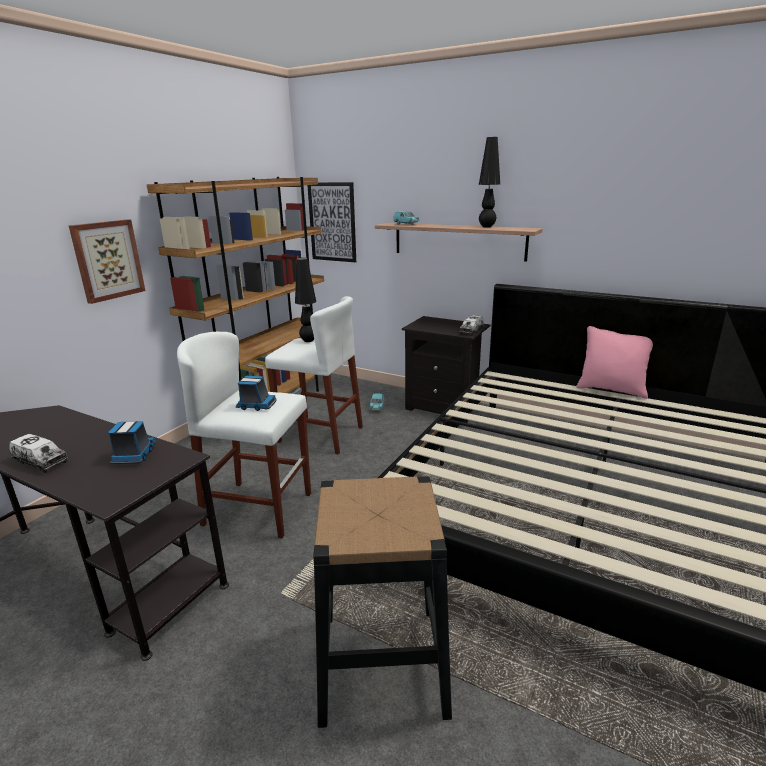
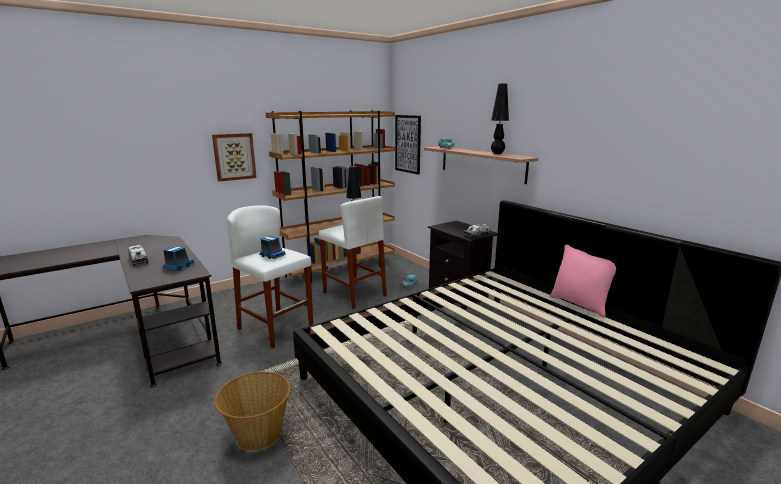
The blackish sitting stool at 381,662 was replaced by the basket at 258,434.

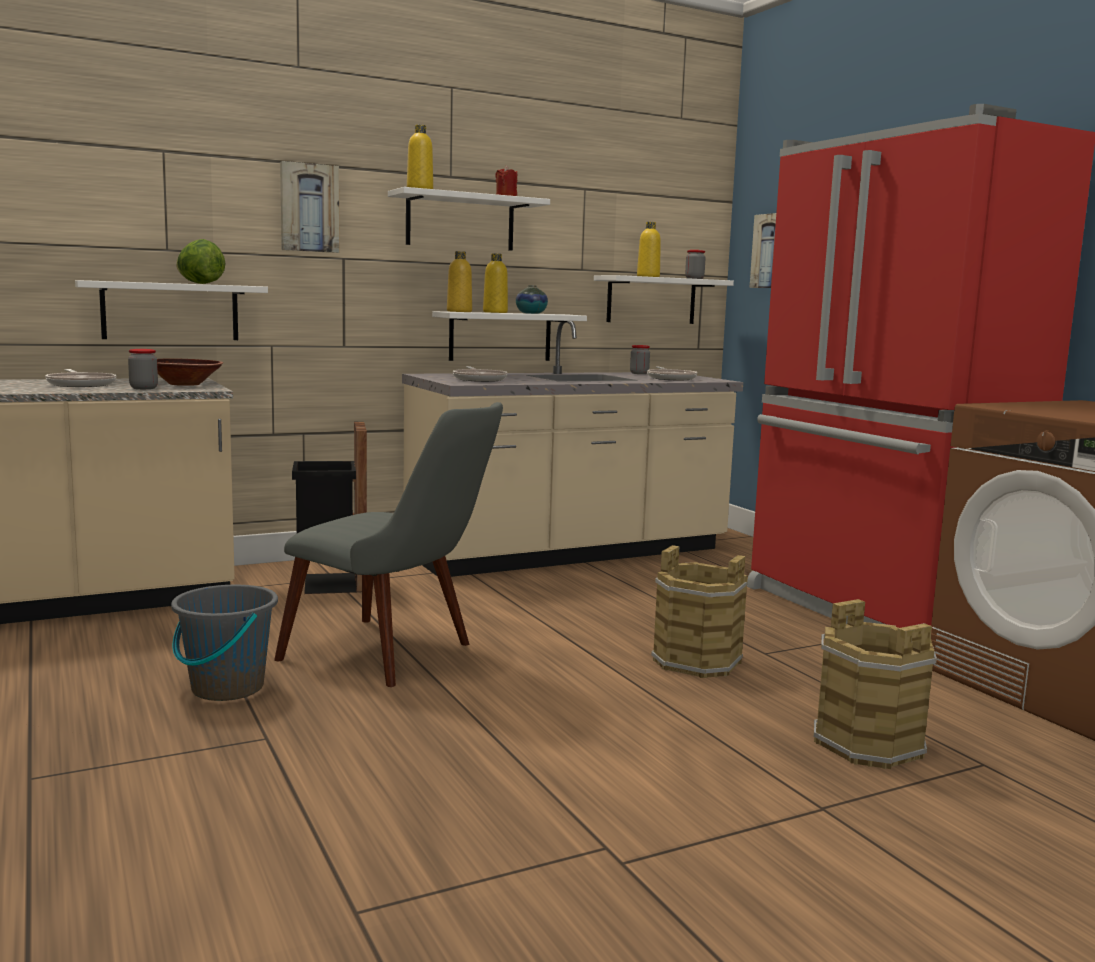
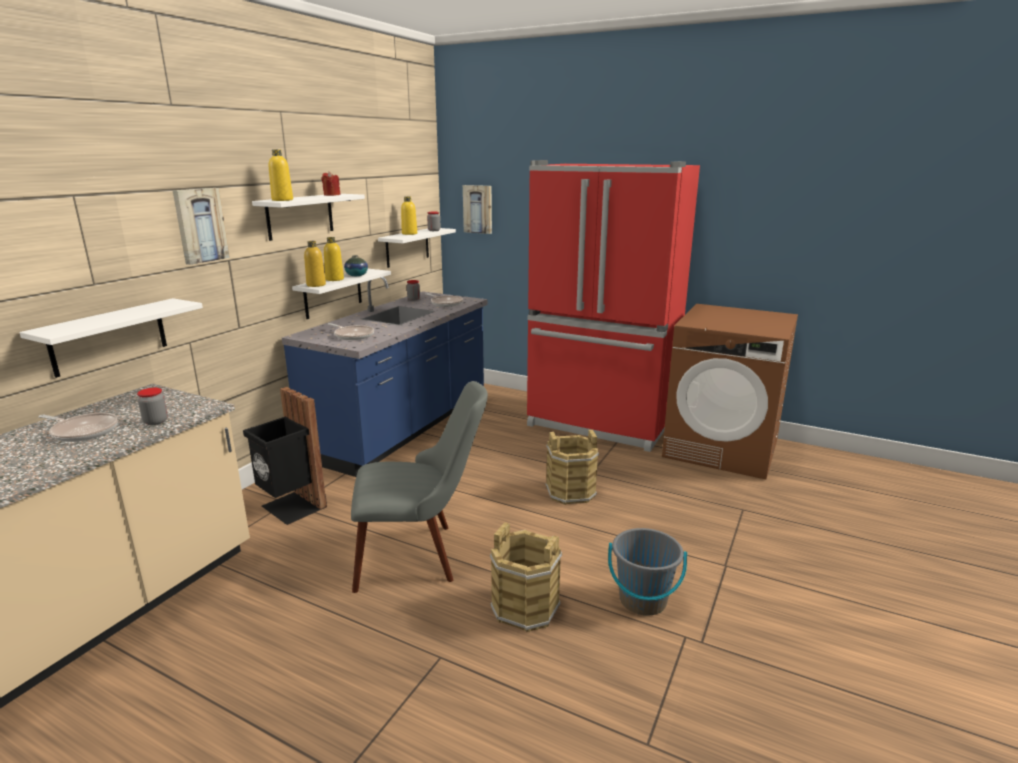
The brown bowl at 184,384 disappeared.
The grey pail moved from 227,688 to 642,600.
The head of lettuce at 200,283 disappeared.
The beige-coloured counter at 569,553 became the bluish counter at 403,427.
The brown pail moved from 868,743 to 525,607.

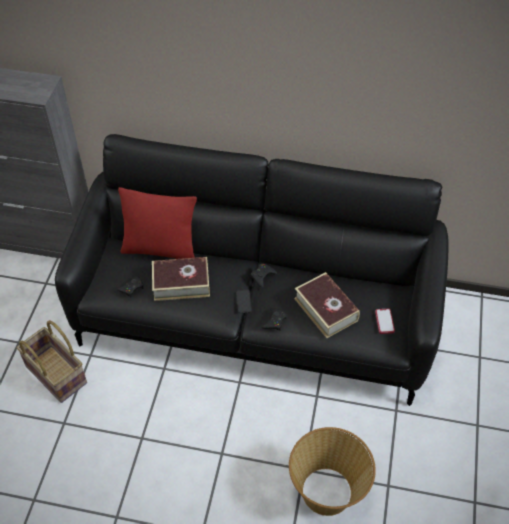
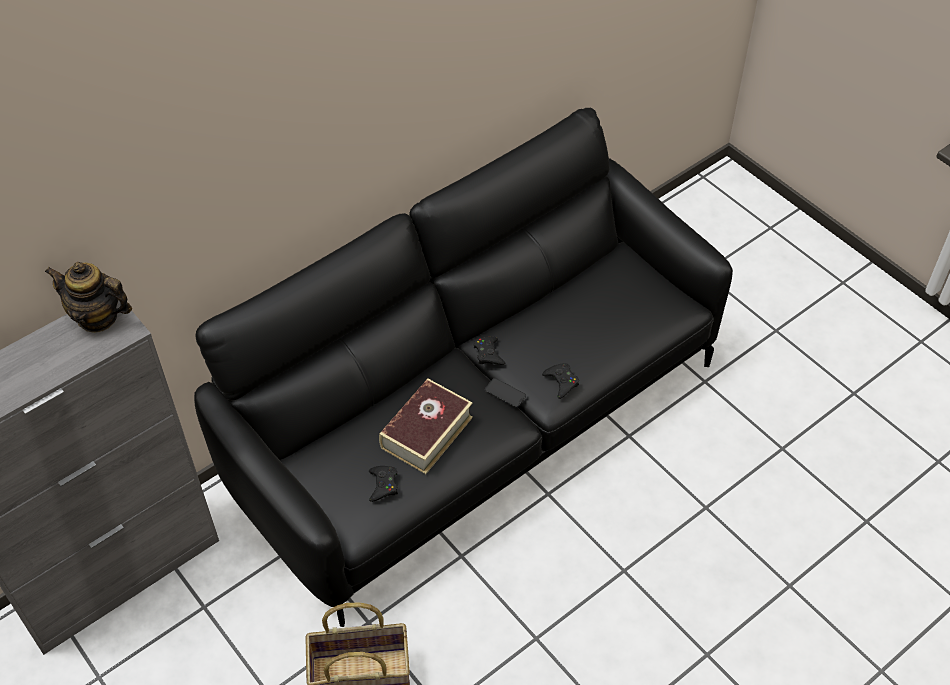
The reddish pillow at 160,250 disappeared.
The basket at 327,491 disappeared.
The book at 326,309 disappeared.
The phone at 384,321 disappeared.
The pot for tea at 98,317 appeared.

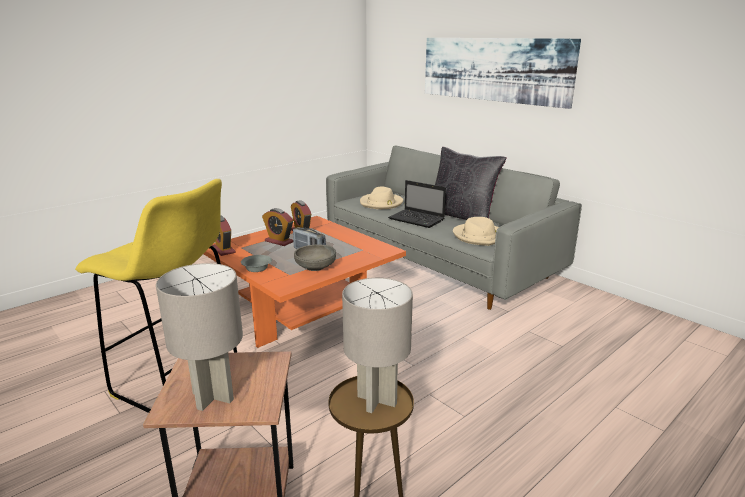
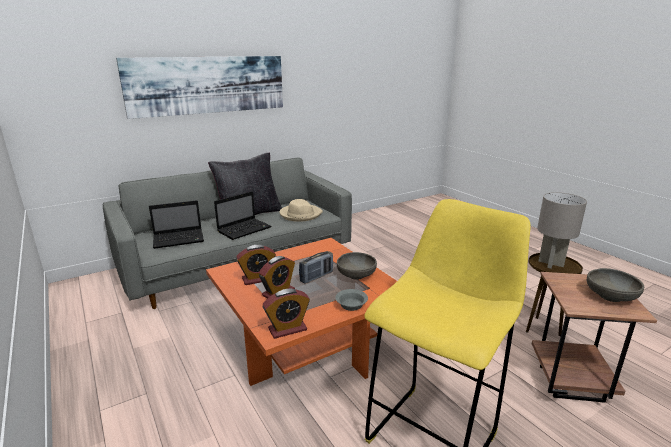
The grey tabletop lamp at 212,397 was replaced by the grey bowl at 610,296.
The beige-coloured clothing hat at 381,203 was replaced by the portable computer at 180,239.

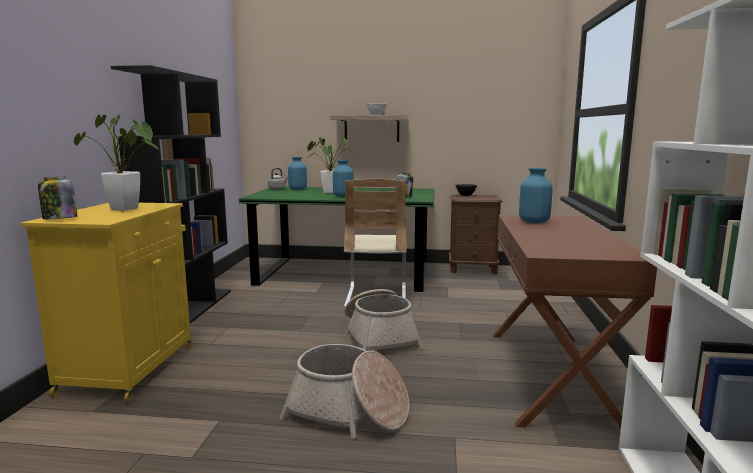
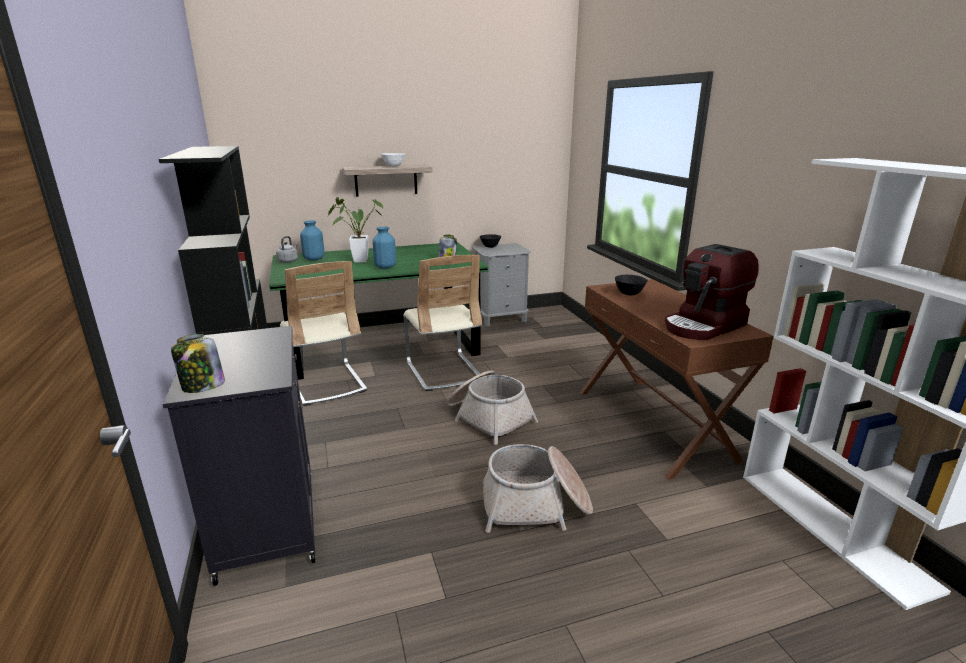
The yellow-coloured cupboard at 130,368 became the blackish cupboard at 268,522.
The potted plant at 128,209 disappeared.
The brown nightstand at 473,269 became the grey nightstand at 501,318.
The bluish decorative vase at 534,222 was replaced by the blackish bowl at 629,294.
The beige-coloured plain chair at 326,383 appeared.
The coffee machine at 704,326 appeared.

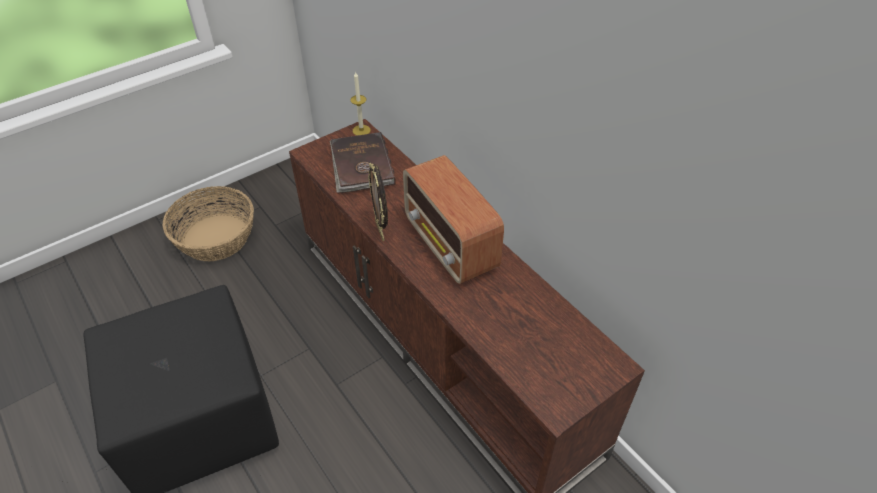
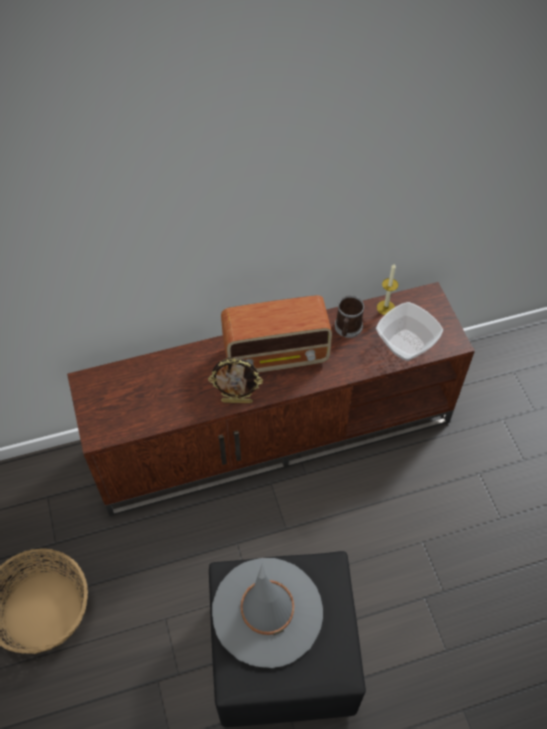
The brown book at 361,166 disappeared.
The wax light moved from 361,130 to 385,307.
The grey clothing hat at 267,611 appeared.
The coffee mug at 347,329 appeared.
The bowl at 405,346 appeared.

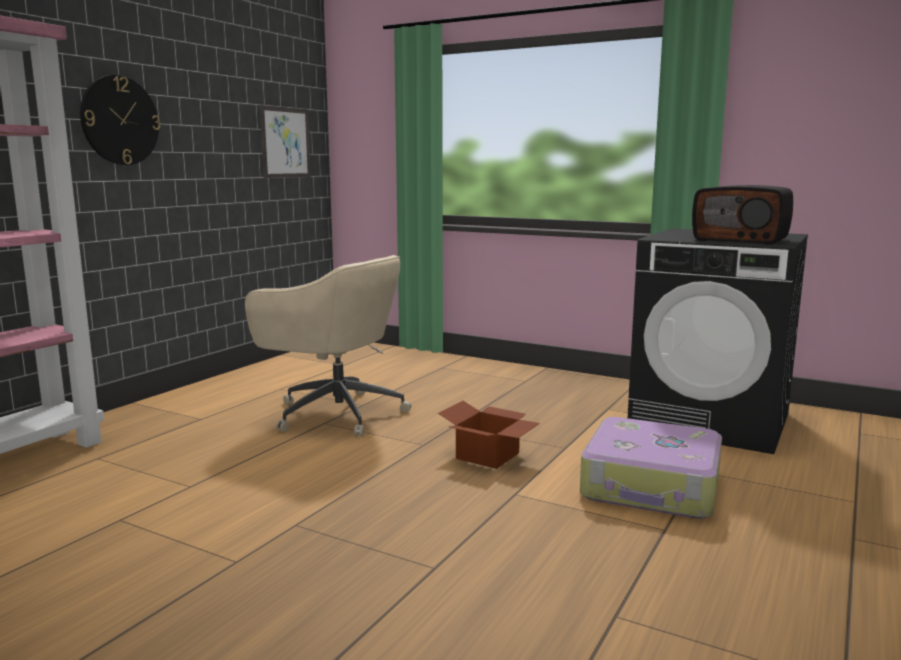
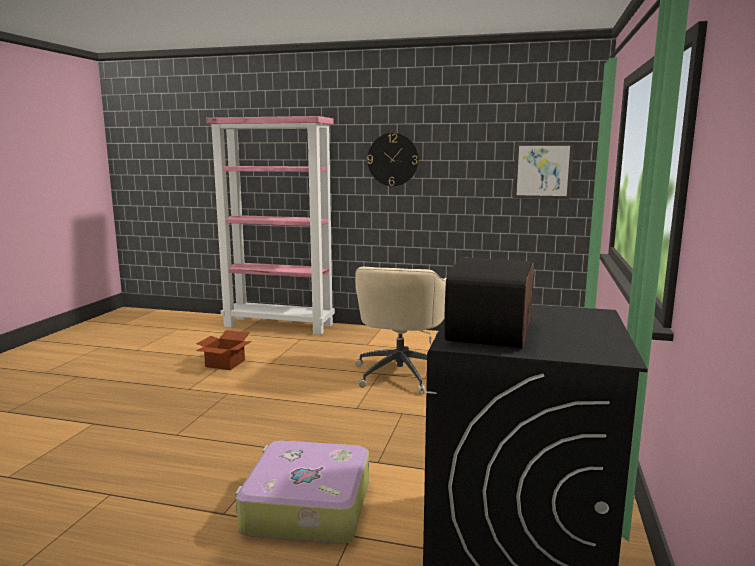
The carton moved from 488,456 to 224,364.

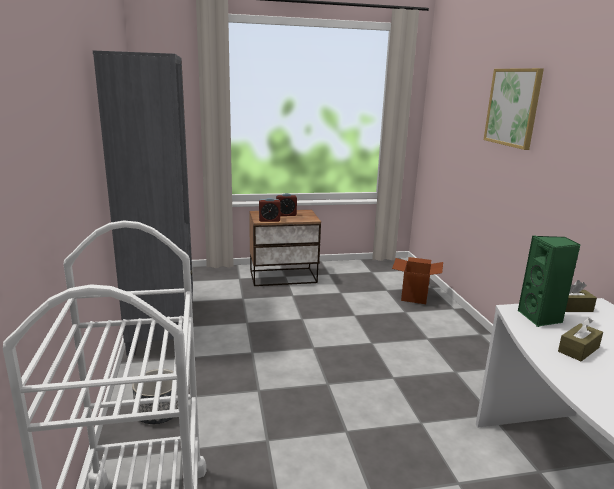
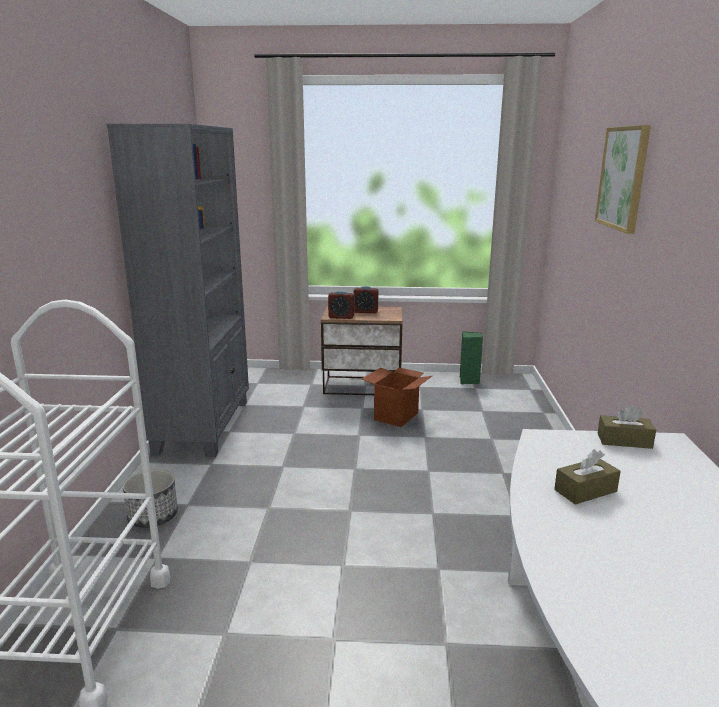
The carton moved from 414,296 to 396,416.
The green-coloured loudspeaker moved from 541,318 to 469,381.

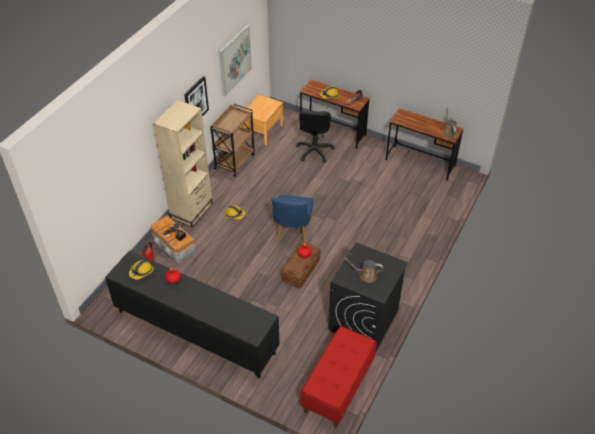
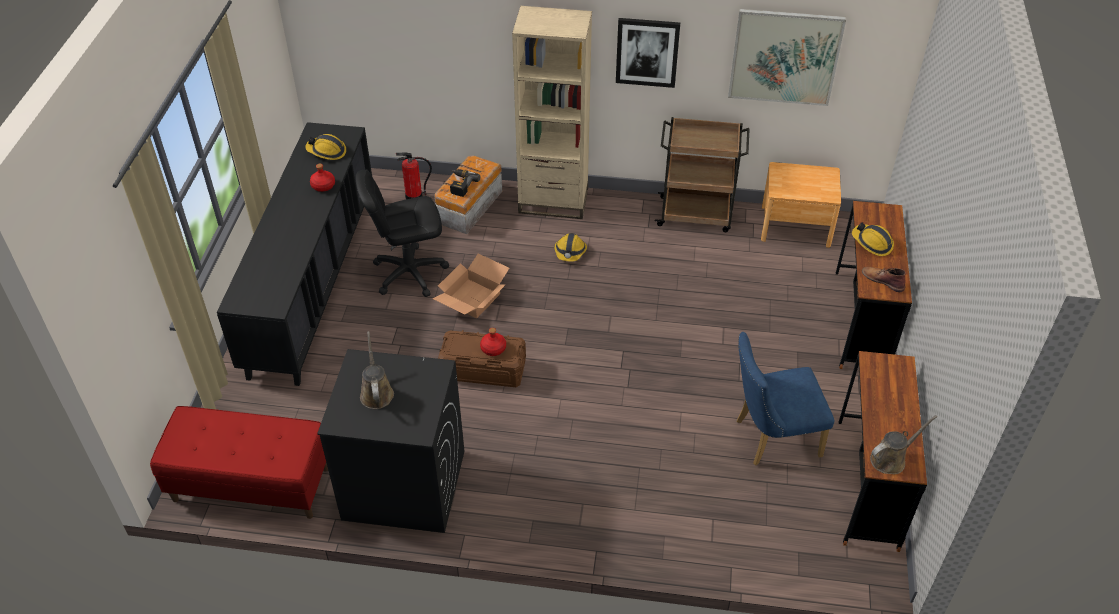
The bluish plain chair moved from 292,233 to 771,437.
The blackish desk chair moved from 314,151 to 409,273.
The carton at 472,299 appeared.

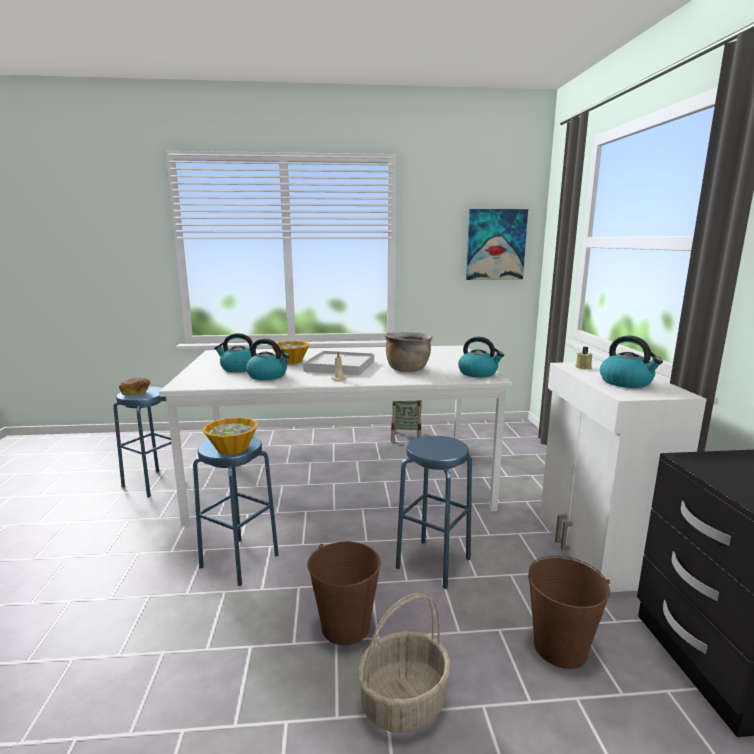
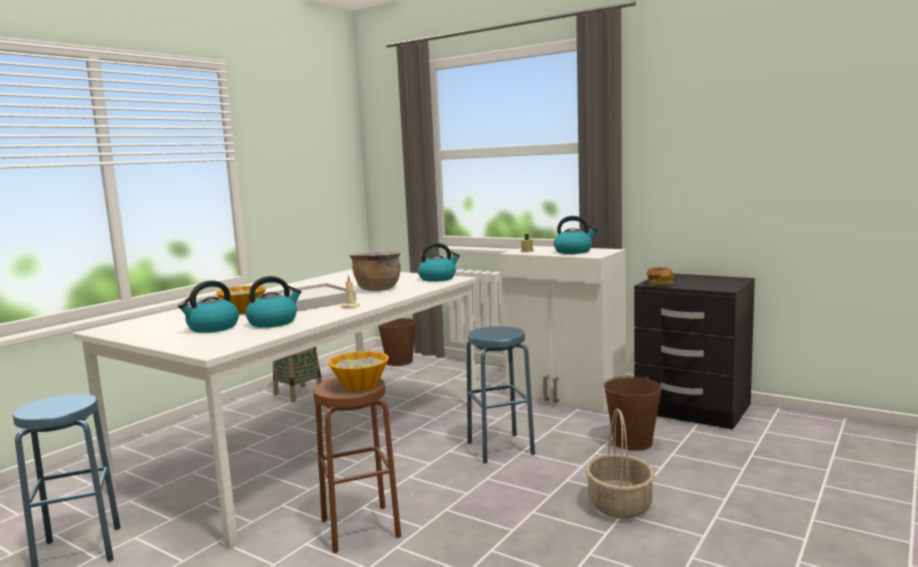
The bakery bread moved from 136,393 to 660,283.
The bluish sitting stool at 239,561 became the brown sitting stool at 360,528.
The brown pail moved from 346,626 to 399,361.
The picture at 495,245 disappeared.

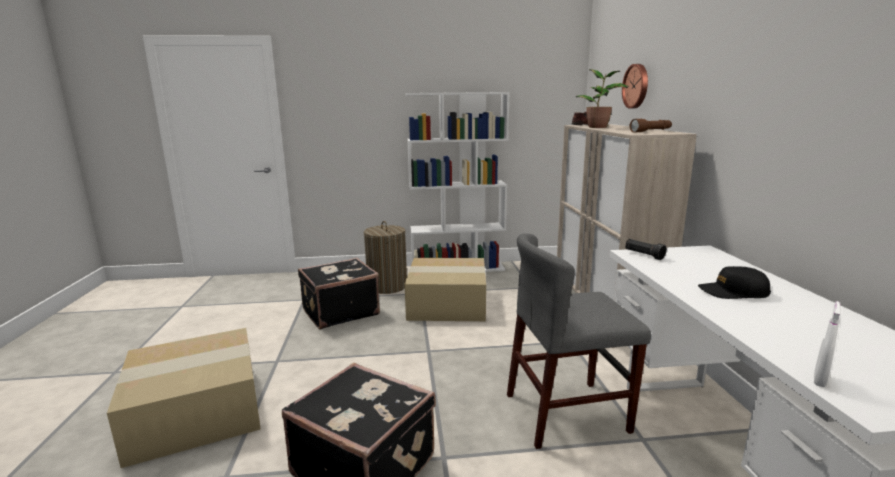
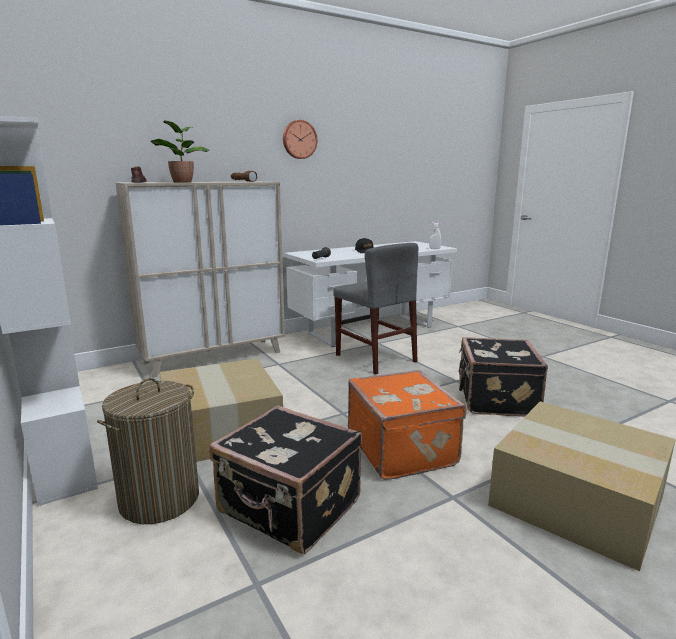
The hanging clock moved from 636,86 to 299,139.
The orangey suitcase at 402,448 appeared.

